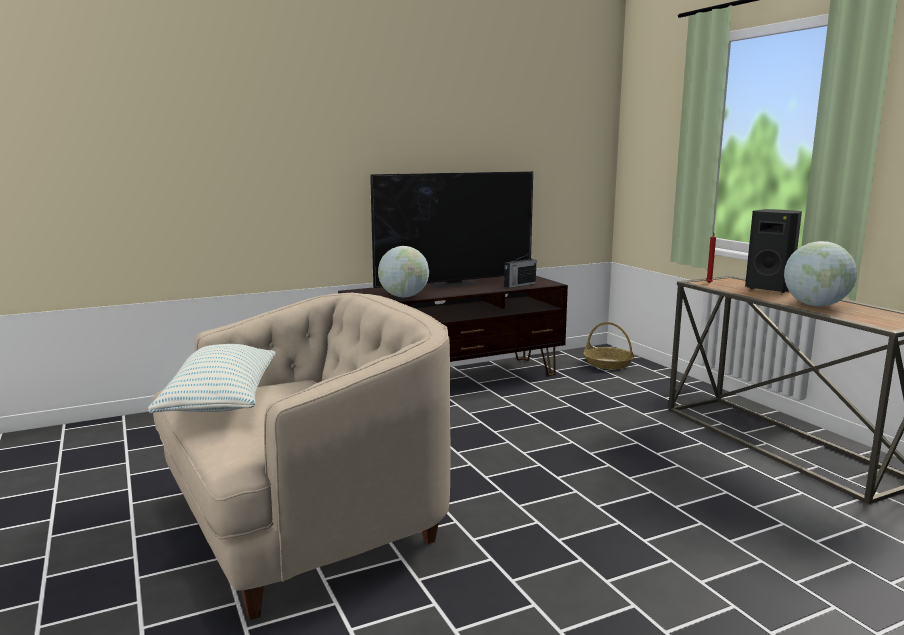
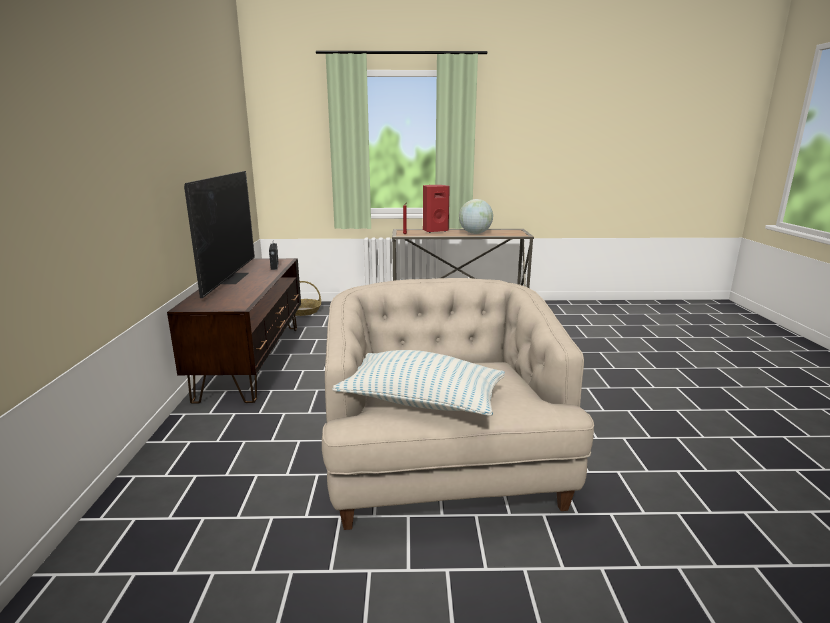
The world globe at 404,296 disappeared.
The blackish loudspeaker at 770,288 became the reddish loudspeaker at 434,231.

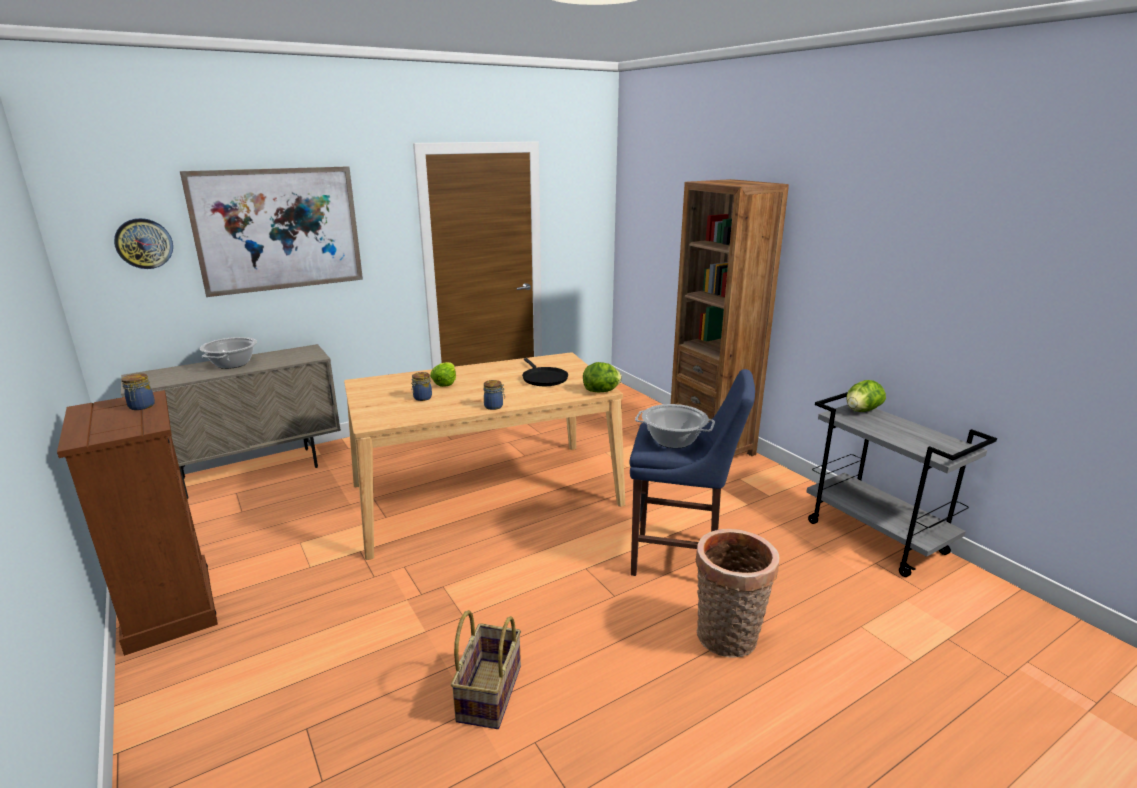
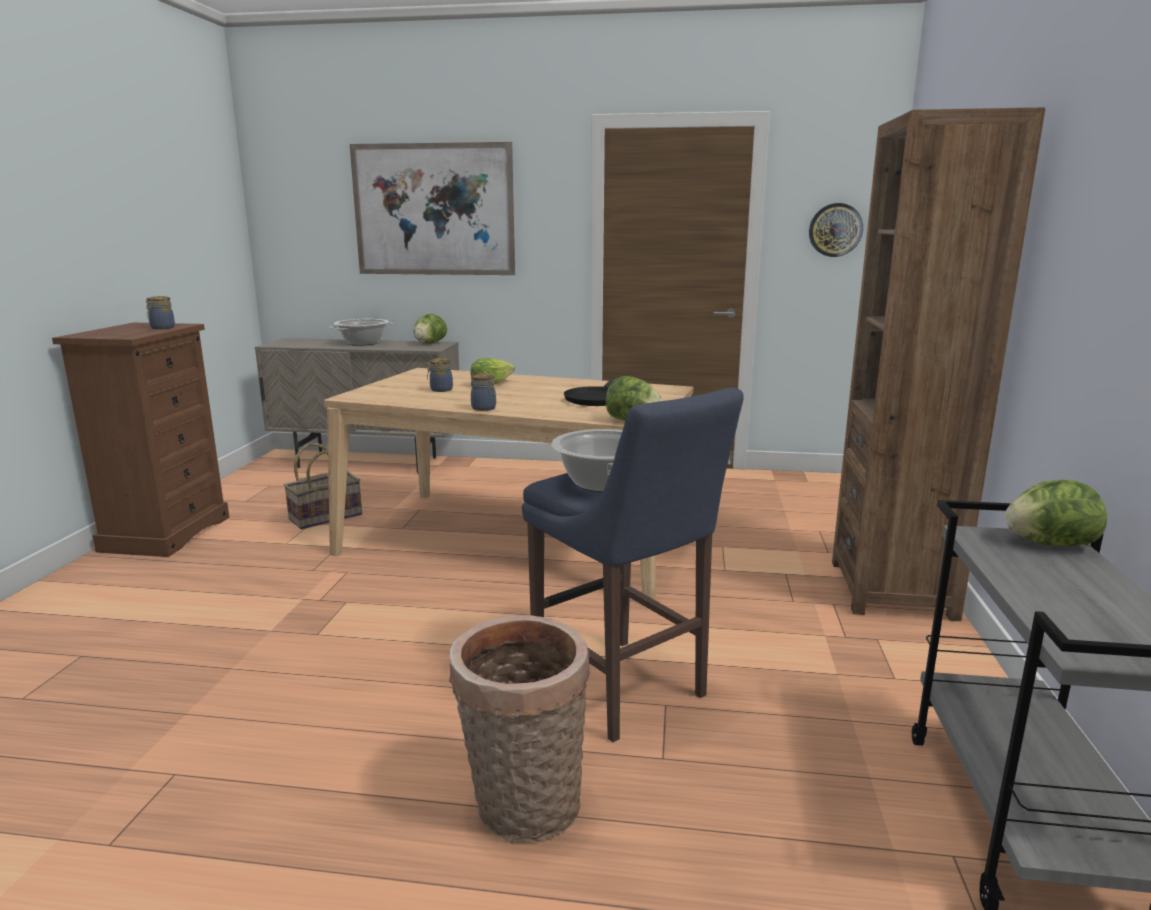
The hanging clock moved from 144,243 to 835,230.
The basket moved from 488,692 to 325,517.
The head of lettuce at 429,343 appeared.

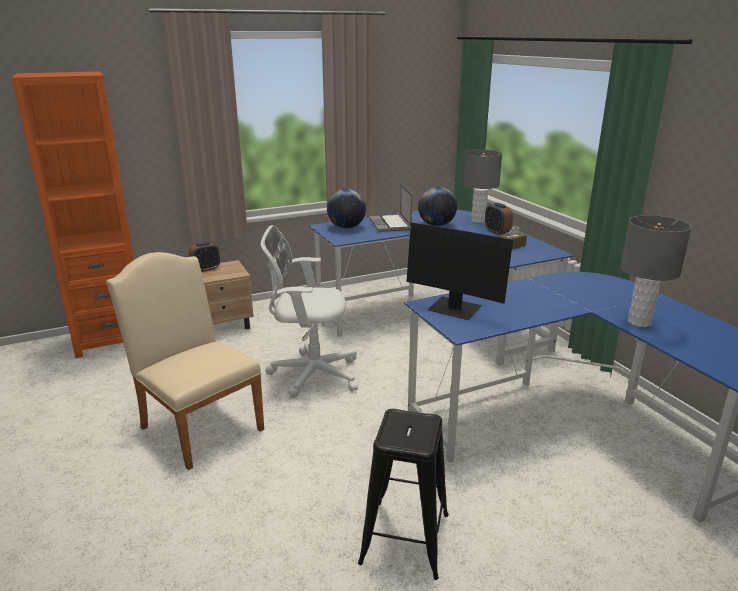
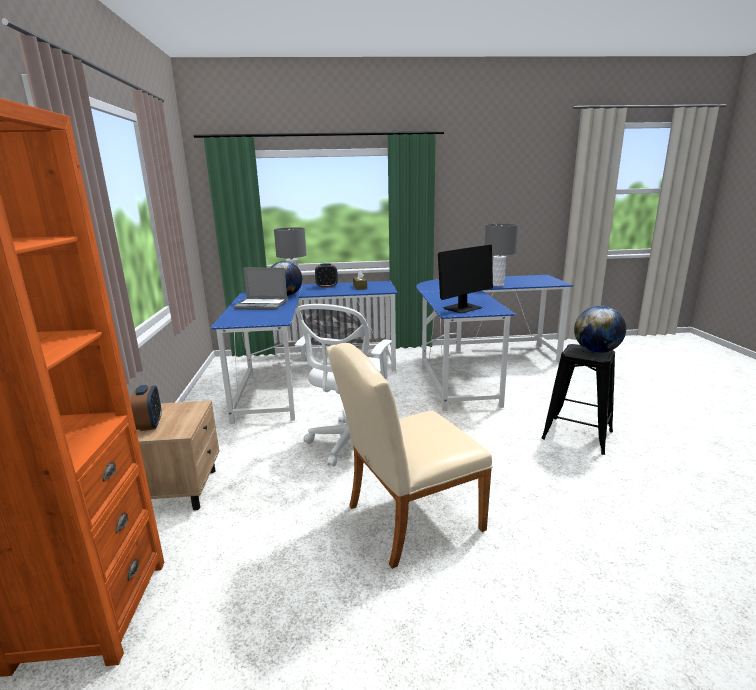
The world globe moved from 346,227 to 596,351.

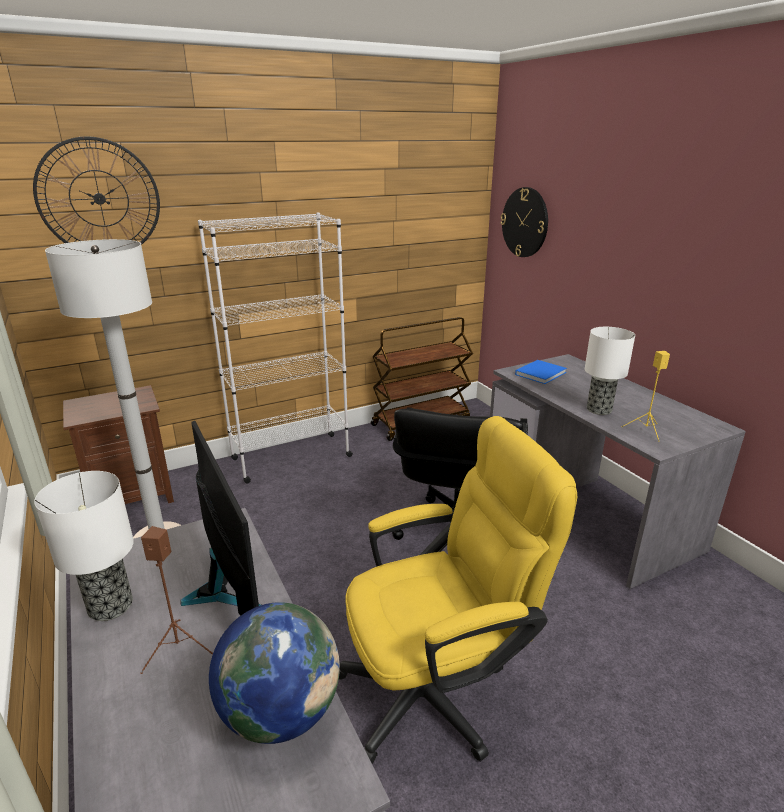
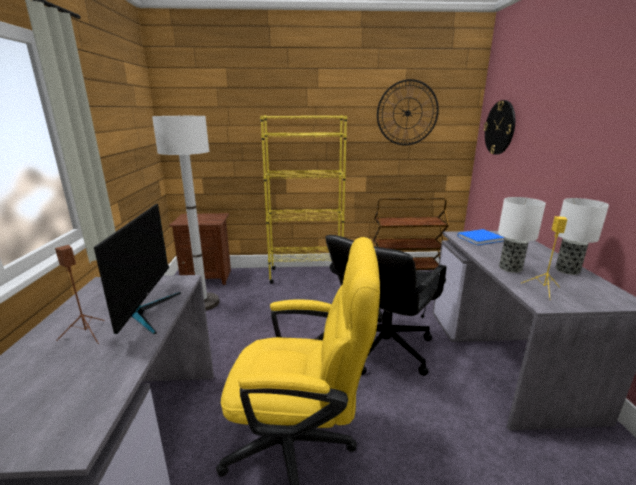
The hanging clock moved from 99,198 to 407,113.
The tabletop lamp moved from 109,607 to 567,270.
The whitish shelving unit at 291,457 became the yellow-coloured shelving unit at 306,275.
The world globe at 280,712 disappeared.

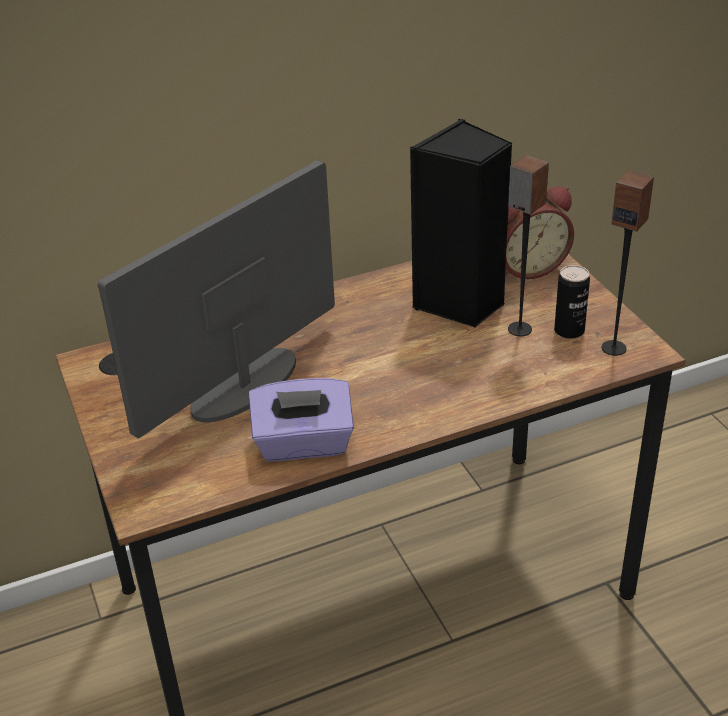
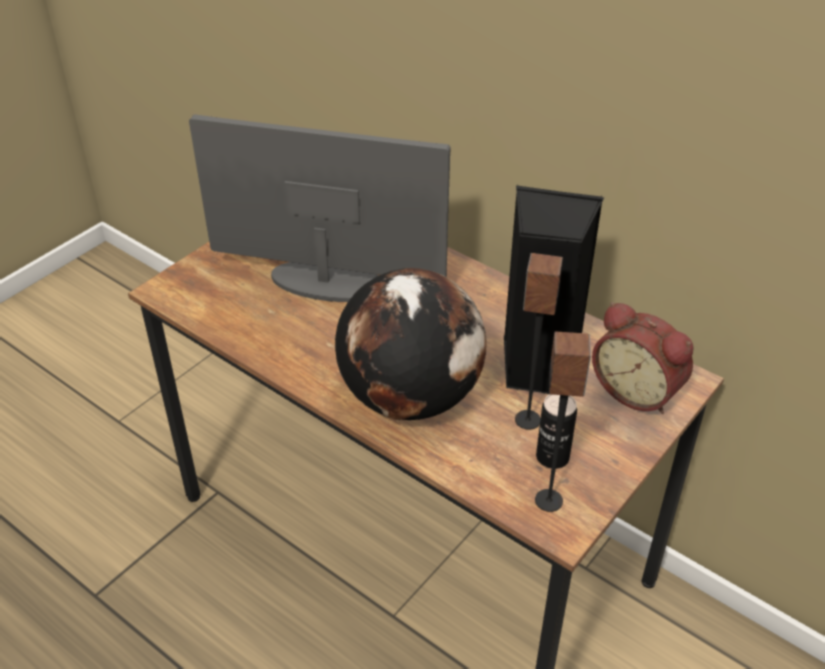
The purple-coloured tissue holder at 304,444 disappeared.
The world globe at 410,397 appeared.

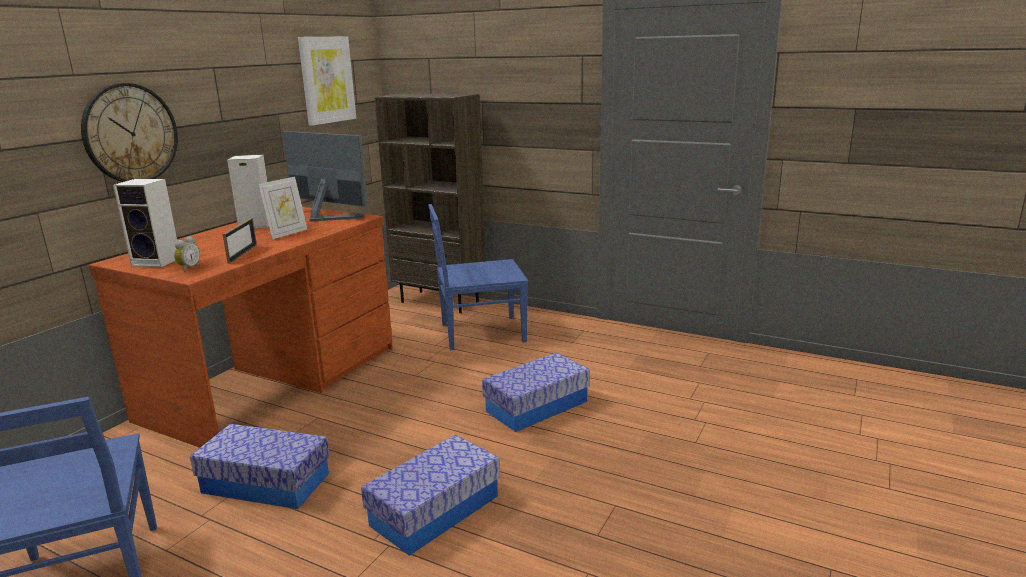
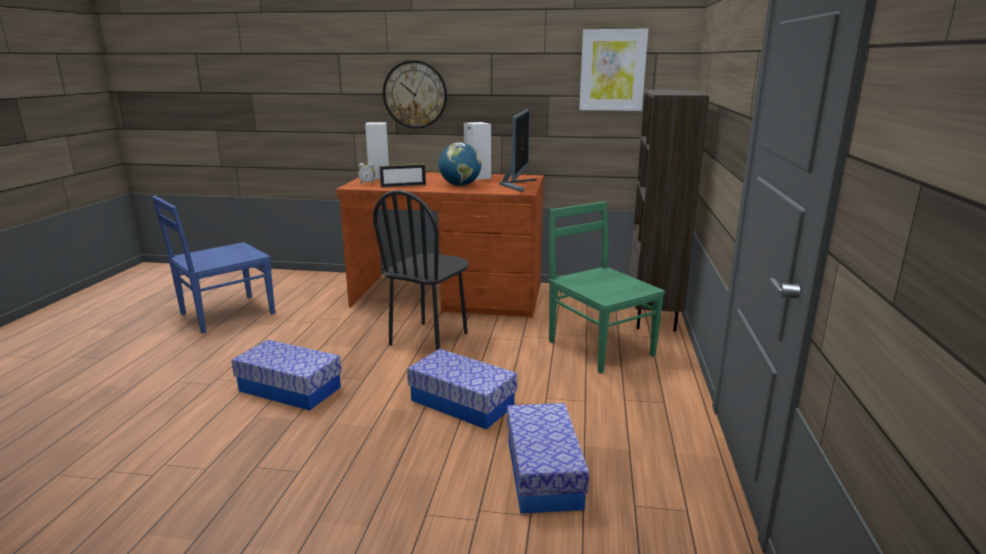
The storage box moved from 265,483 to 543,473.
The standing frame at 287,233 was replaced by the world globe at 460,185.
The bluish plain chair at 480,333 became the green-coloured plain chair at 599,347.
The blackish plain chair at 429,339 appeared.

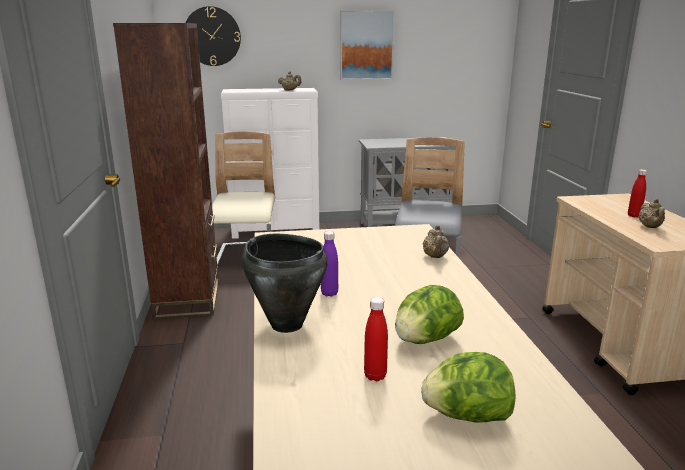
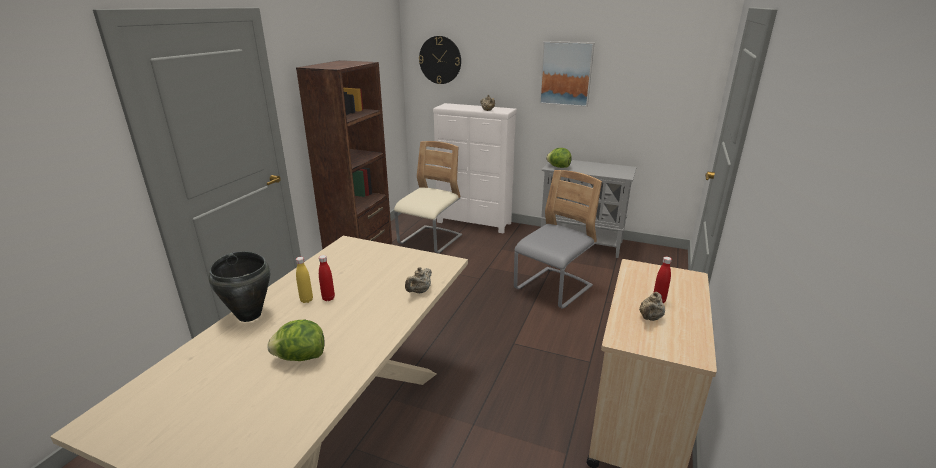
The purple-coloured drink bottle at 329,293 became the yellow-coloured drink bottle at 306,300.
The reddish drink bottle moved from 375,376 to 328,298.
The head of lettuce moved from 467,416 to 558,167.

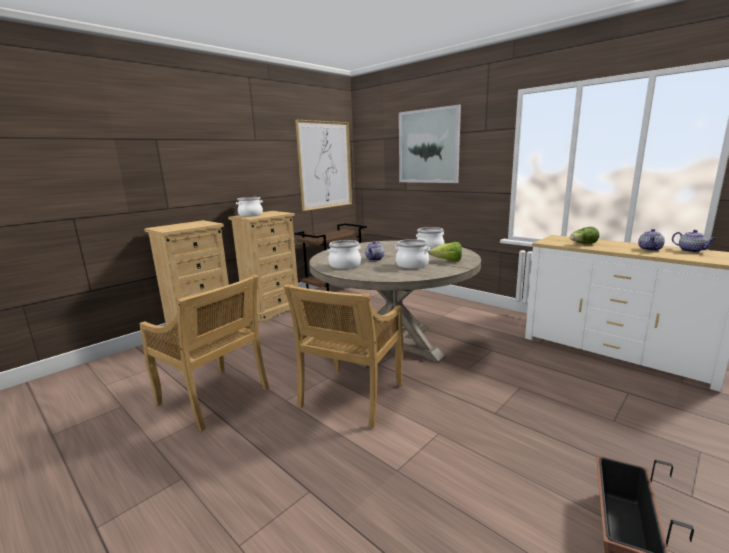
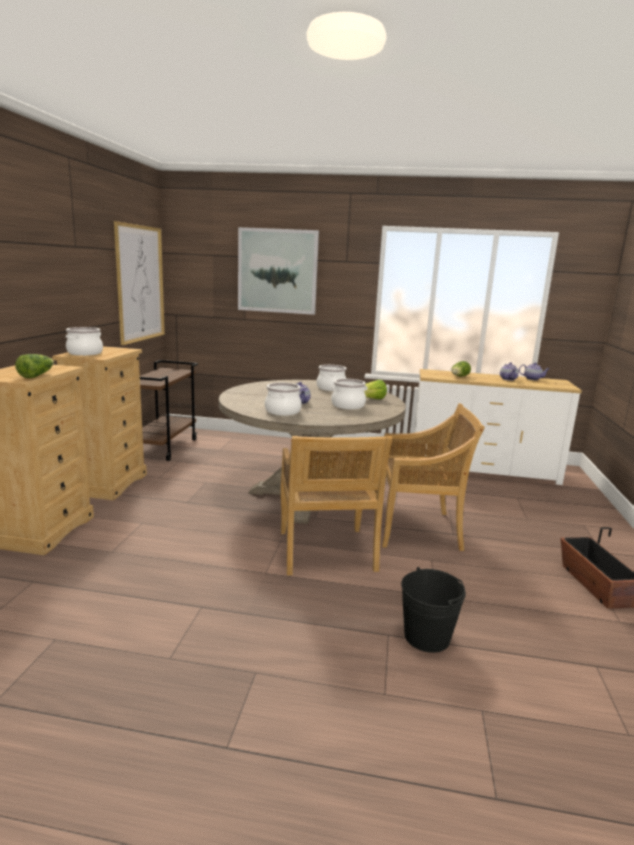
The beige-coloured plain chair moved from 215,397 to 418,529.
The head of lettuce at 36,376 appeared.
The blackish pail at 427,637 appeared.

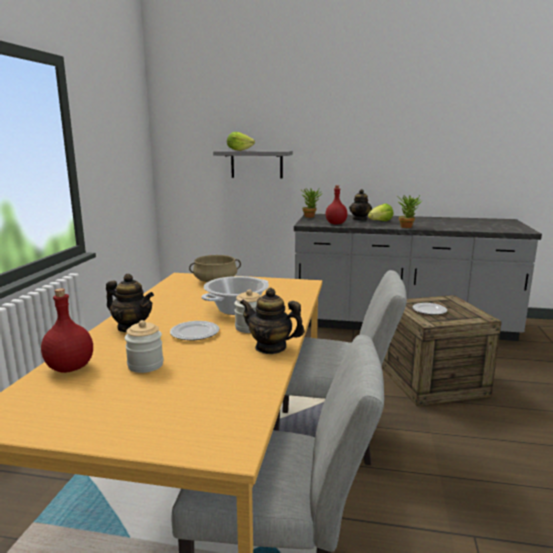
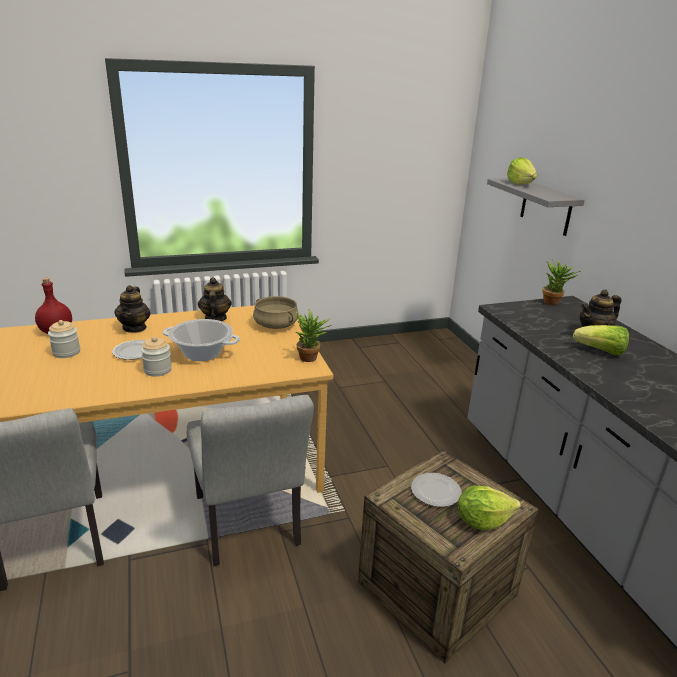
The pot for tea moved from 271,347 to 215,319.
The reddish drink bottle at 335,224 disappeared.
The potted plant moved from 407,227 to 311,359.
The head of lettuce at 482,521 appeared.

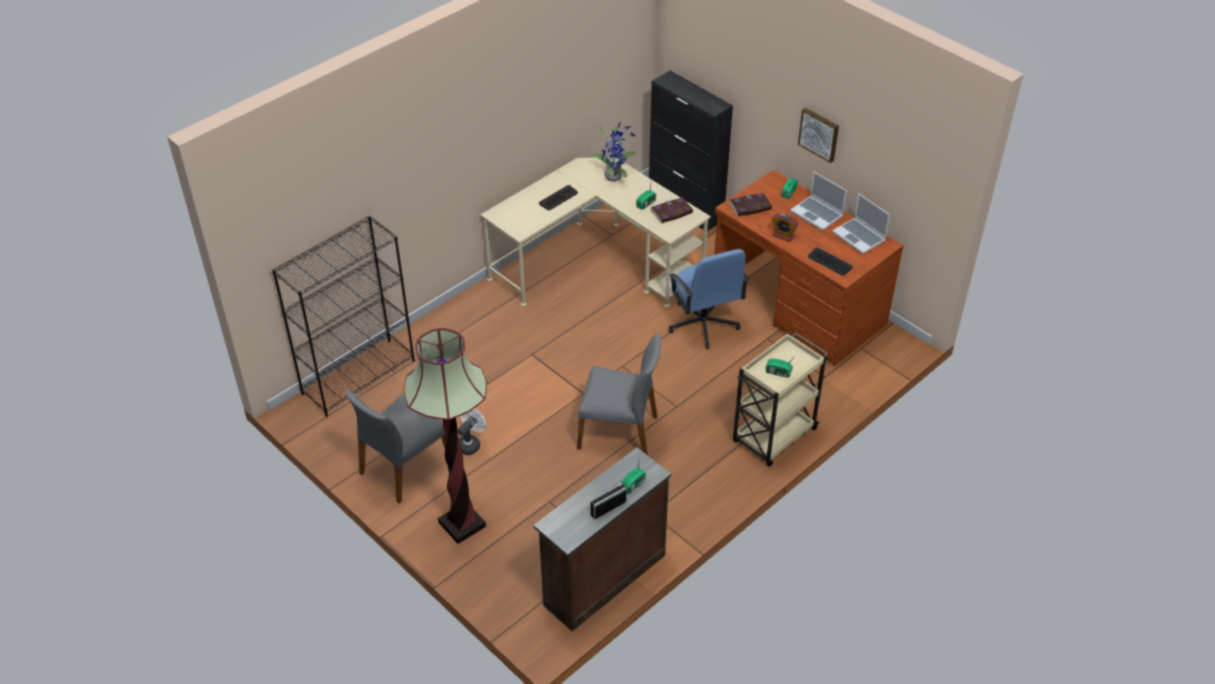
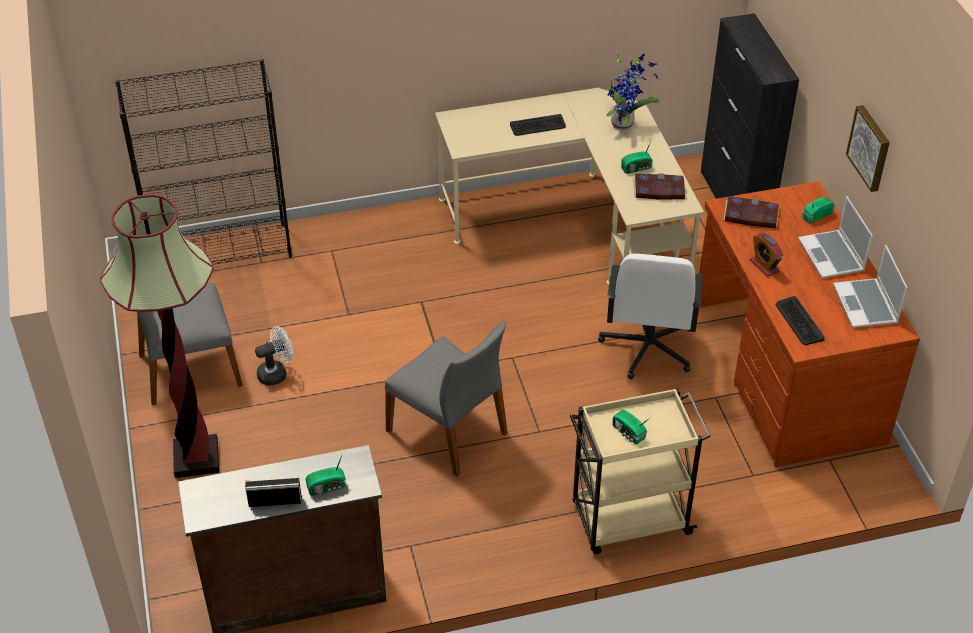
The bluish desk chair at 703,324 became the whitish desk chair at 648,347.

